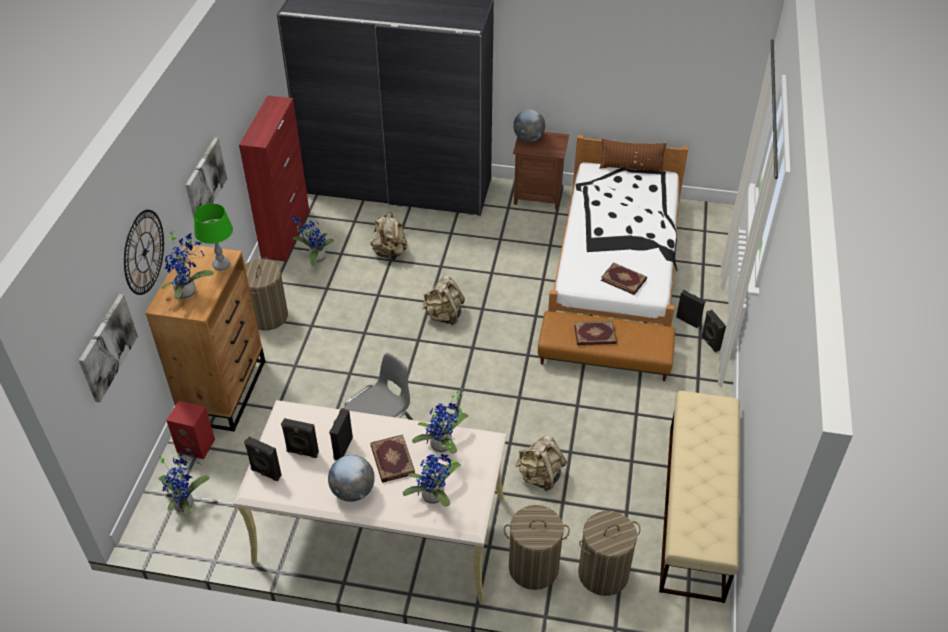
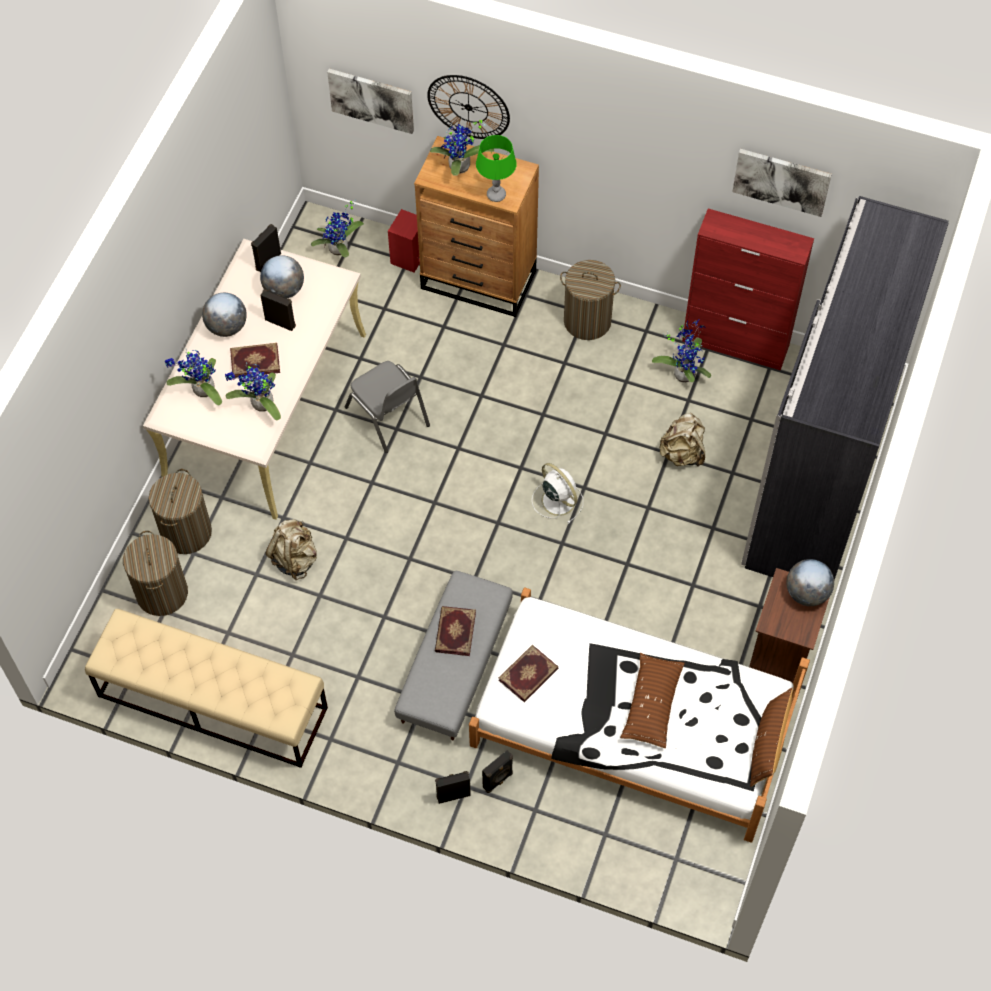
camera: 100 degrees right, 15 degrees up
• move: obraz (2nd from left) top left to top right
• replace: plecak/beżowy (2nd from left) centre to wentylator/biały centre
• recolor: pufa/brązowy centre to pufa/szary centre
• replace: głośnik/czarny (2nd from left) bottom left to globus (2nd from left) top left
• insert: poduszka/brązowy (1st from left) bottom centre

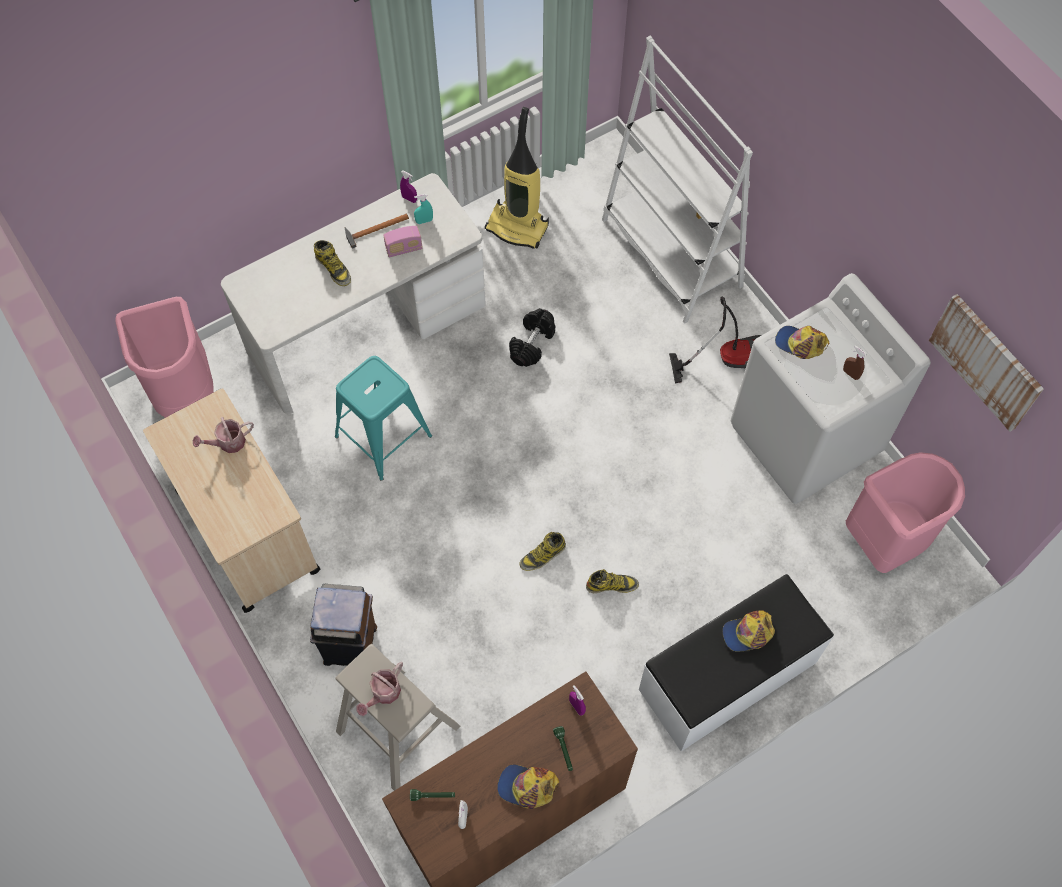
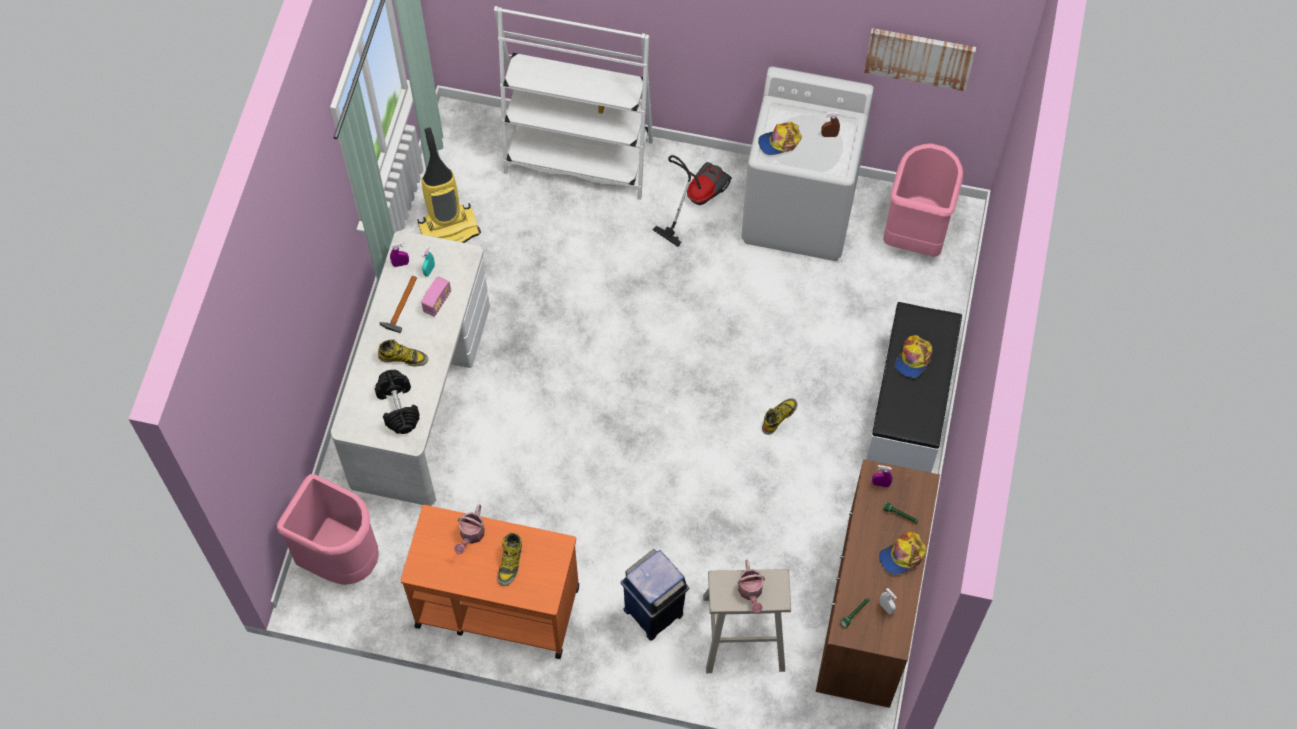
camera: 45 degrees left, 0 degrees up
• move: hantel/czarny centre to middle left
• delete: stołek/turkusowy centre
• recolor: wózek/beżowy middle left to wózek/pomarańczowy bottom centre
• move: but z cholewką (2nd from left) centre to bottom centre
• recolor: kosz na śmieci/brązowy bottom left to kosz na śmieci/niebieski bottom centre

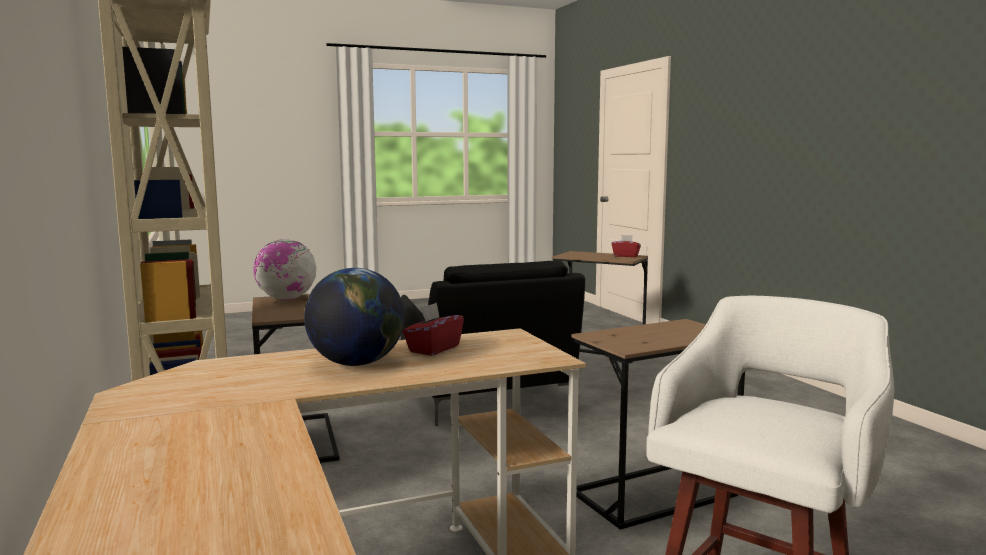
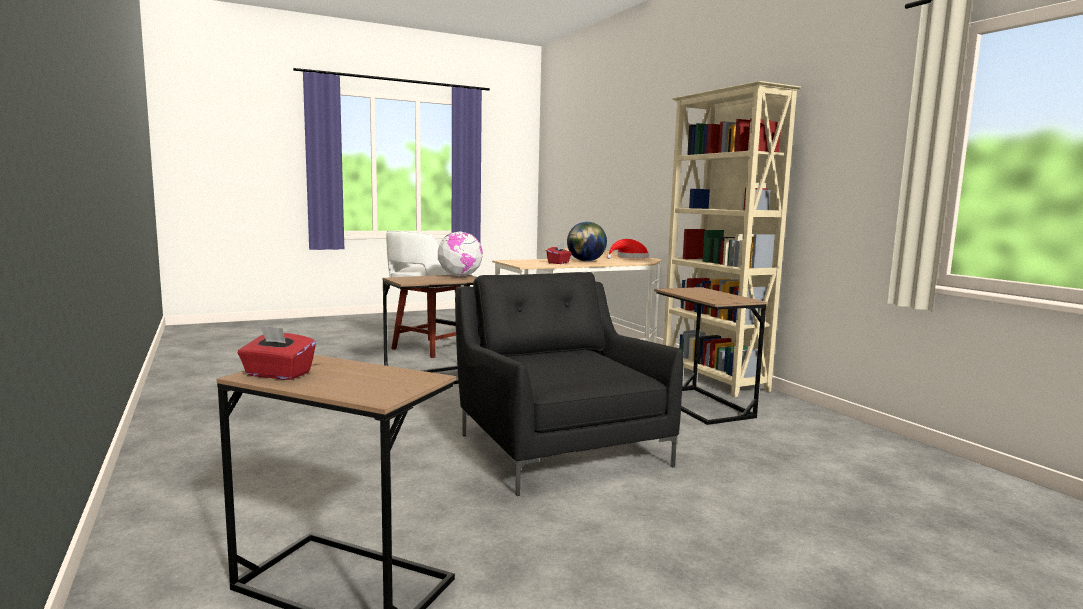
camera: 175 degrees right, 0 degrees up
• move: globus (1st from left) middle left to centre
• insert: kapelusz/czerwony centre

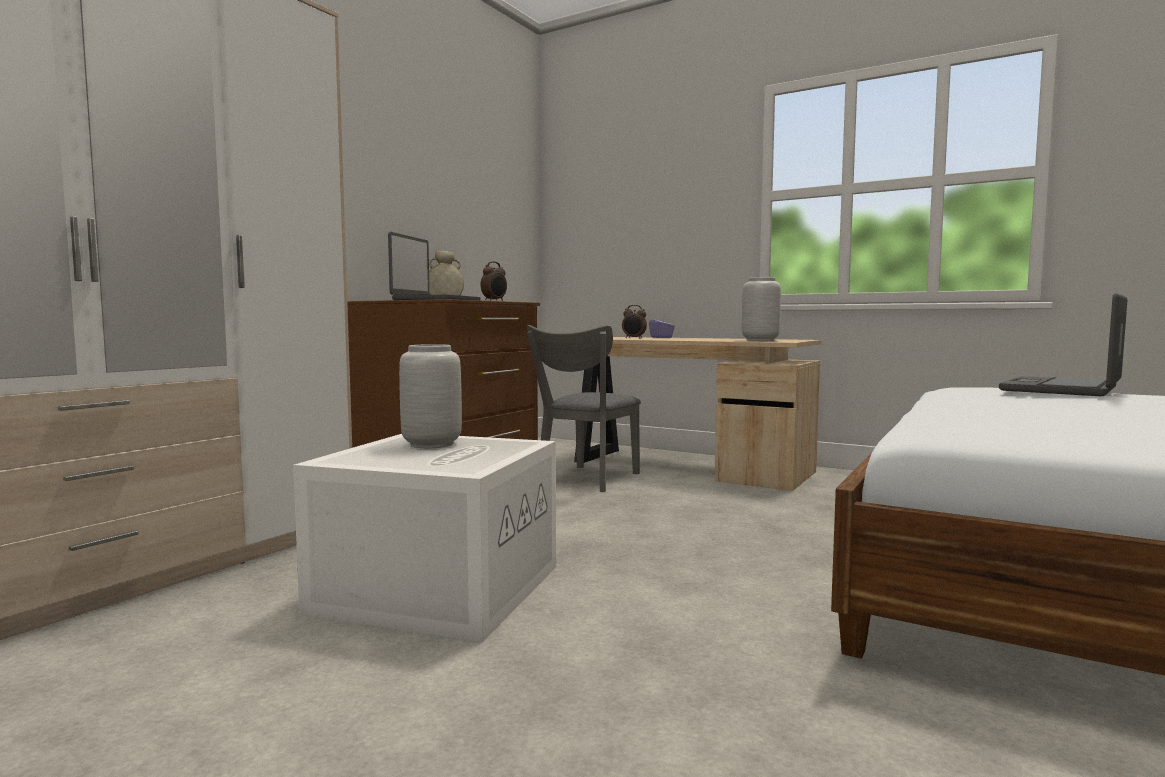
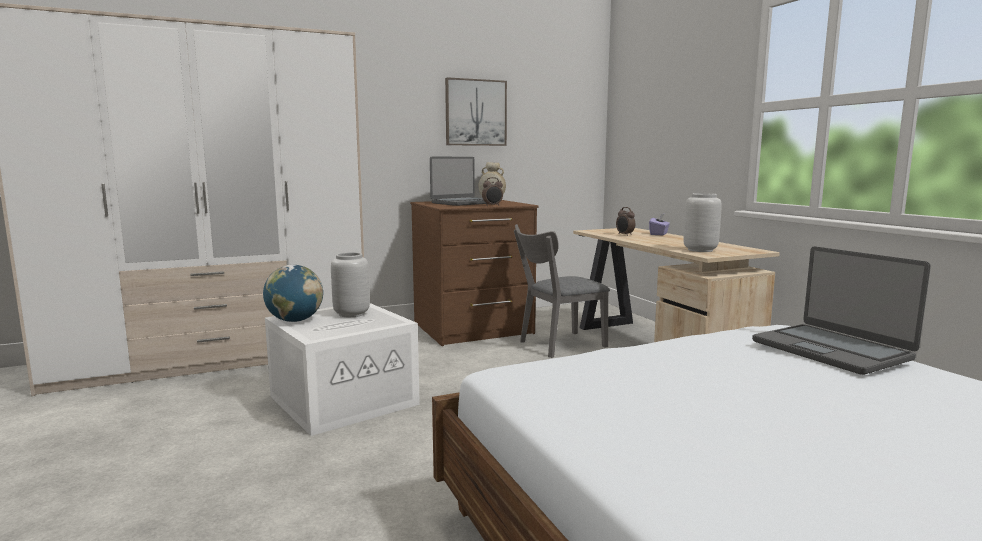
camera: 35 degrees right, 5 degrees up
• rotate: laptop (2nd from left) middle right = middle right 105 degrees counterclockwise
• insert: obraz top centre
• insert: globus middle left

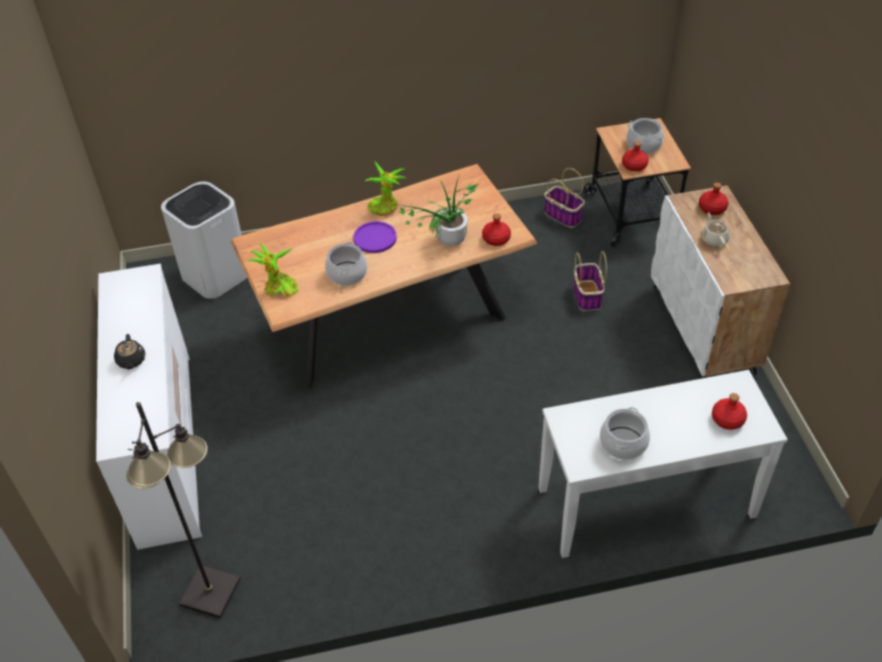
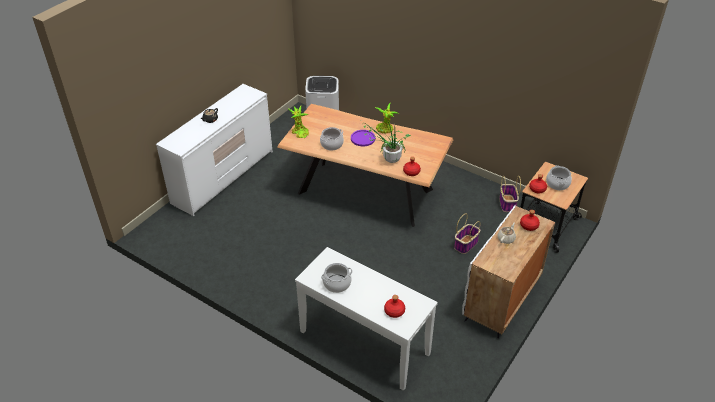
camera: 45 degrees right, 5 degrees down
• delete: lampa stojąca/czarny bottom left

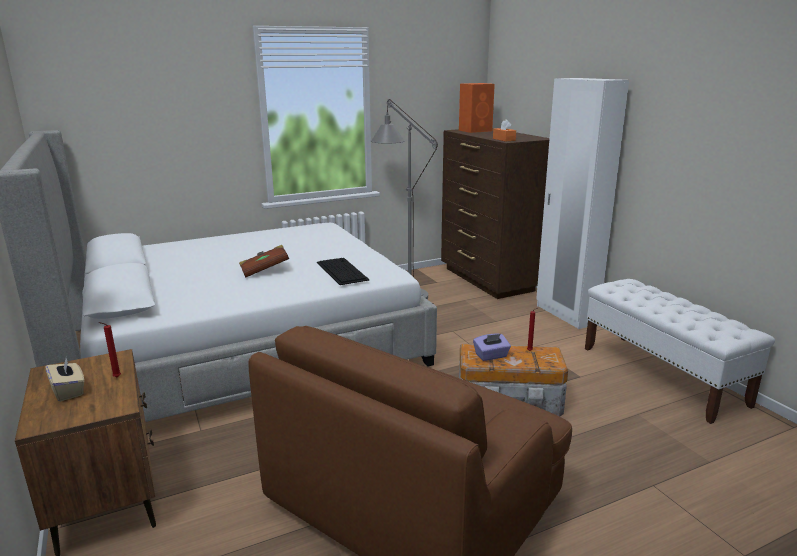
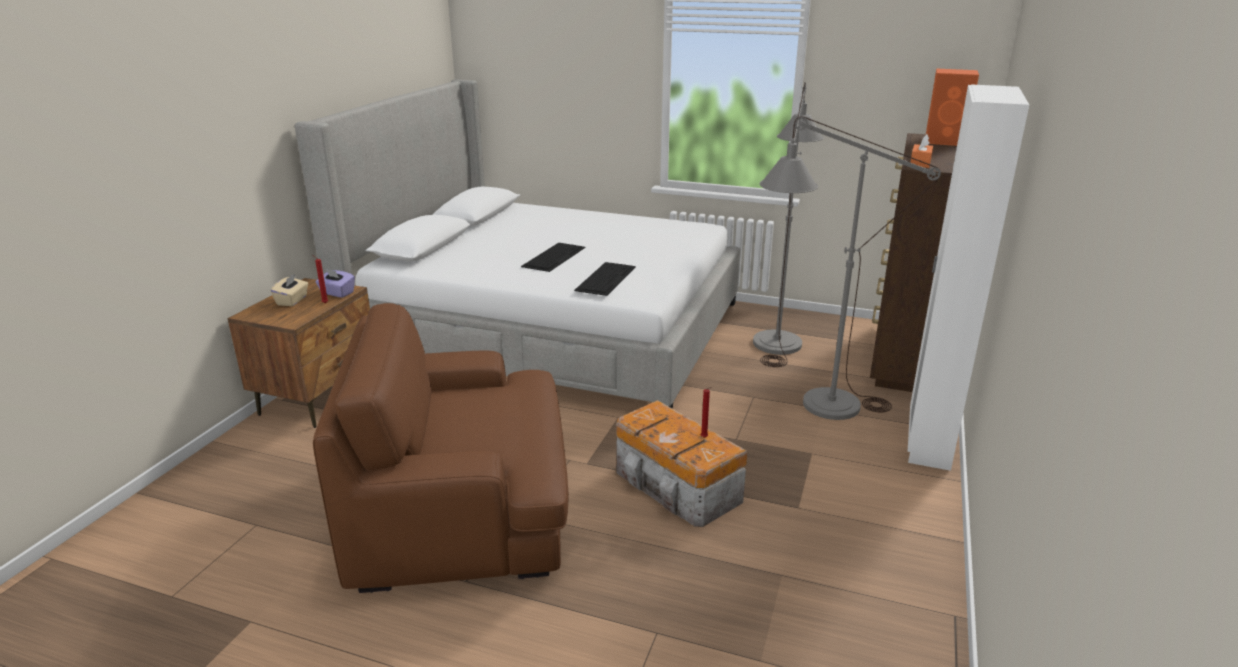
camera: 45 degrees right, 5 degrees up
• replace: książka/brązowy middle left to klawiatura (1st from left) centre
• delete: ławka/biały middle right
• move: pudełko chusteczek/fioletowy centre to middle left
• insert: lampa stojąca/szary (2nd from left) middle right

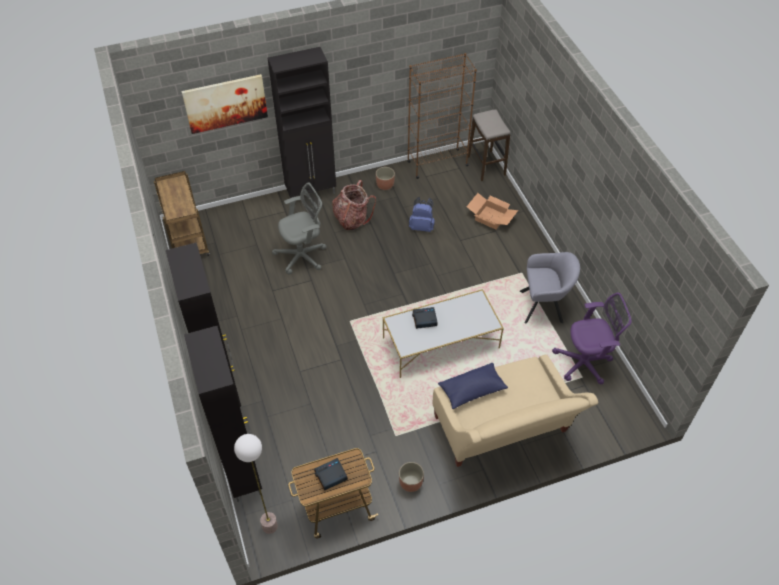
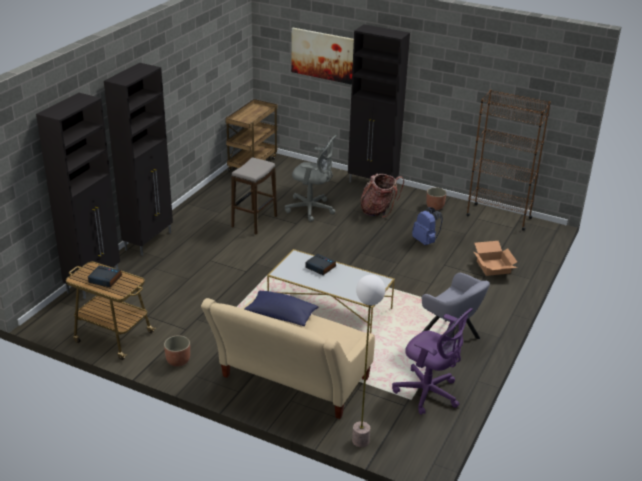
camera: 45 degrees right, 20 degrees down
• move: stołek top centre to centre
• move: lampa stojąca bottom left to bottom centre

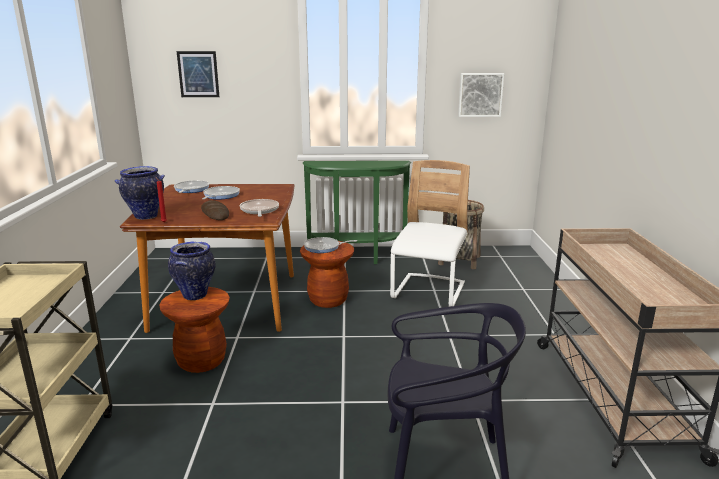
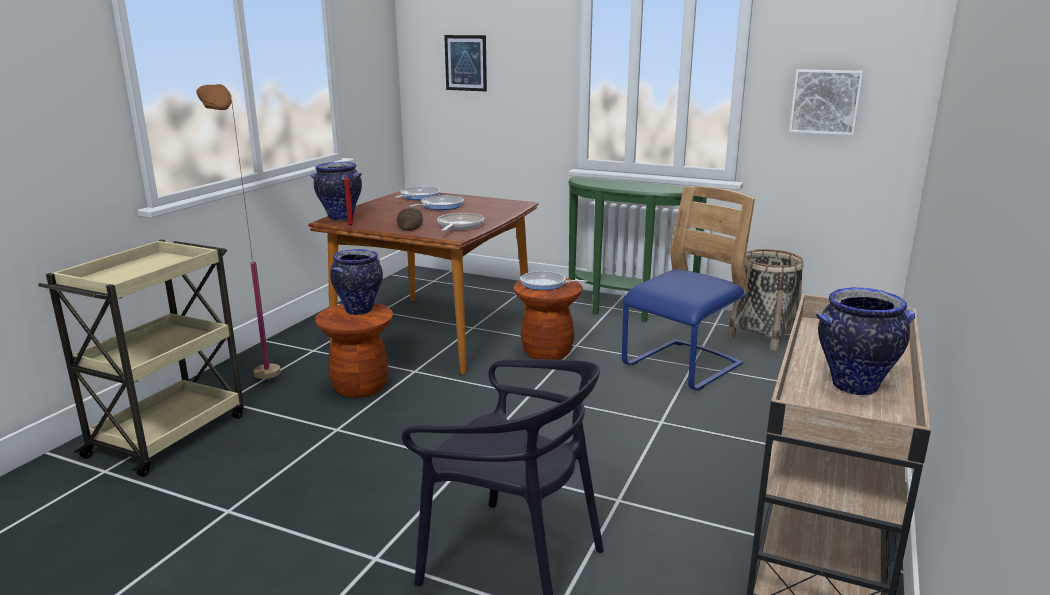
camera: 25 degrees right, 0 degrees up
• recolor: krzesło/biały centre to krzesło/niebieski centre
• insert: lampa stojąca/brązowy middle left
• insert: wazon (3rd from left) middle right

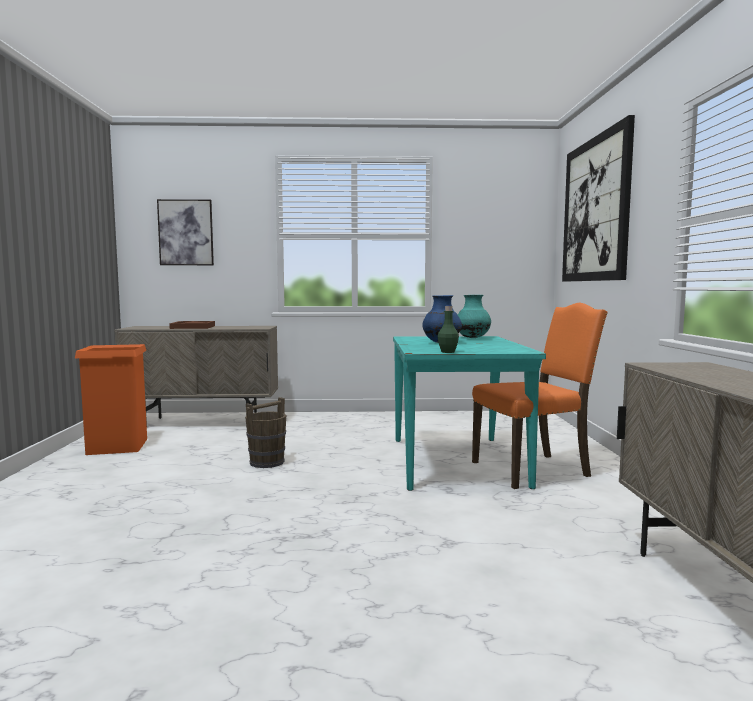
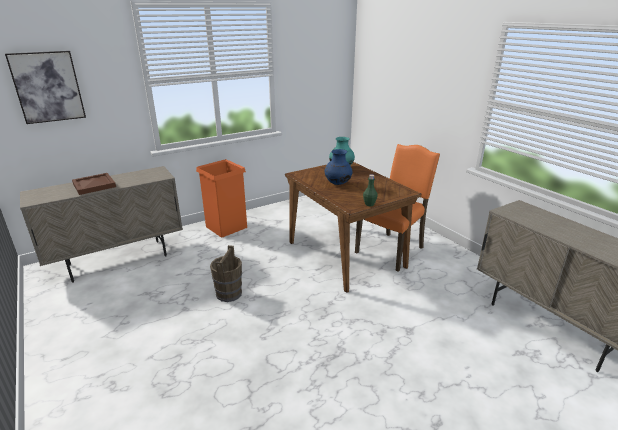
camera: 30 degrees left, 20 degrees up
• delete: obraz (2nd from left) top right
• recolor: stół jadalny/turkusowy centre to stół jadalny/brązowy centre
• move: kosz na śmieci/pomarańczowy middle left to centre

